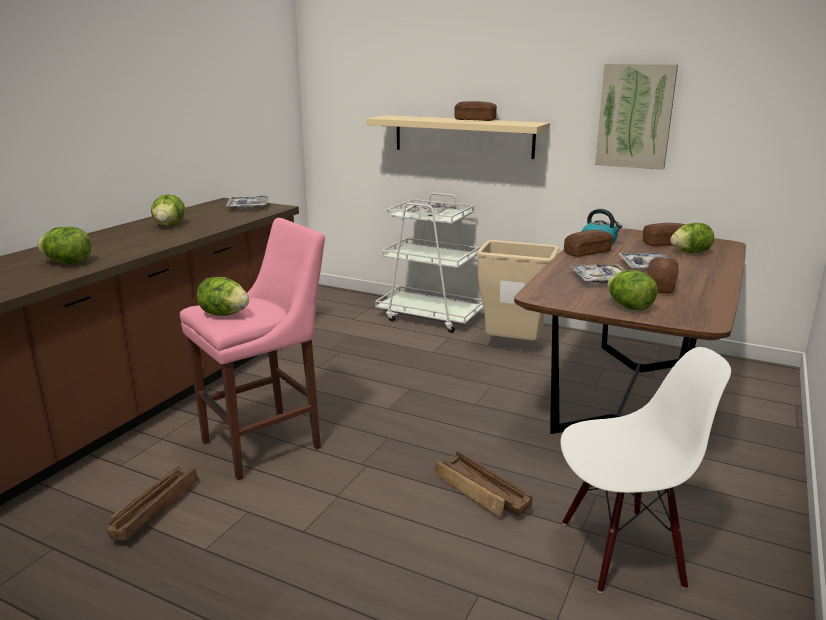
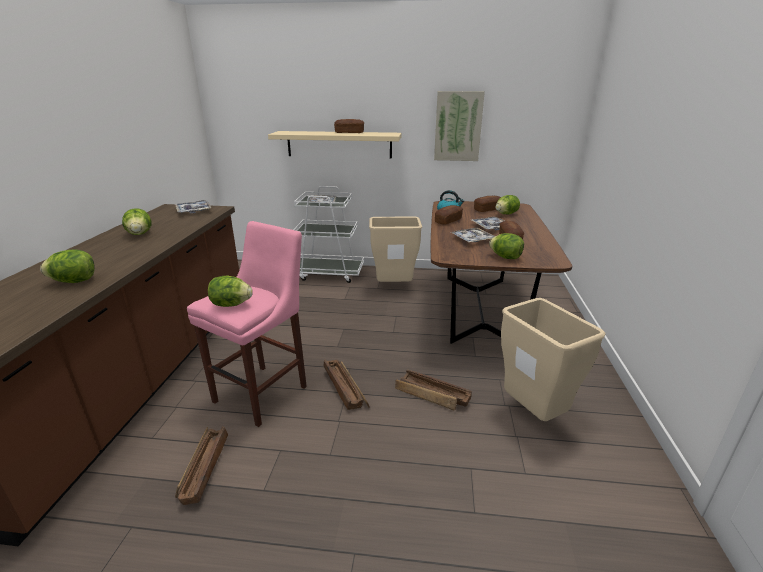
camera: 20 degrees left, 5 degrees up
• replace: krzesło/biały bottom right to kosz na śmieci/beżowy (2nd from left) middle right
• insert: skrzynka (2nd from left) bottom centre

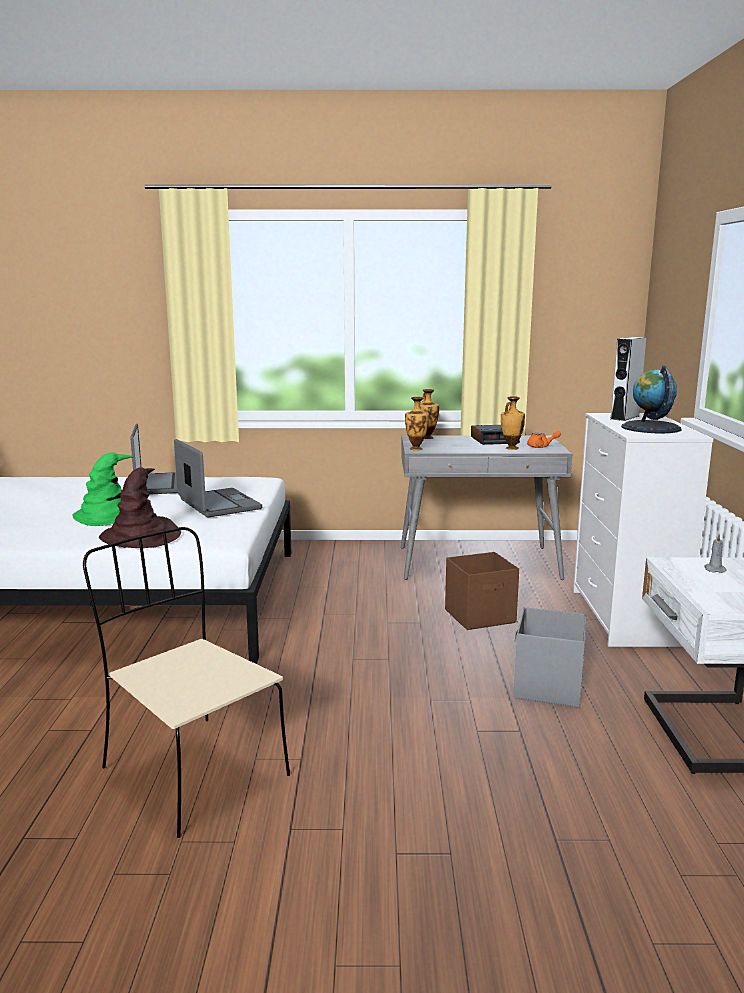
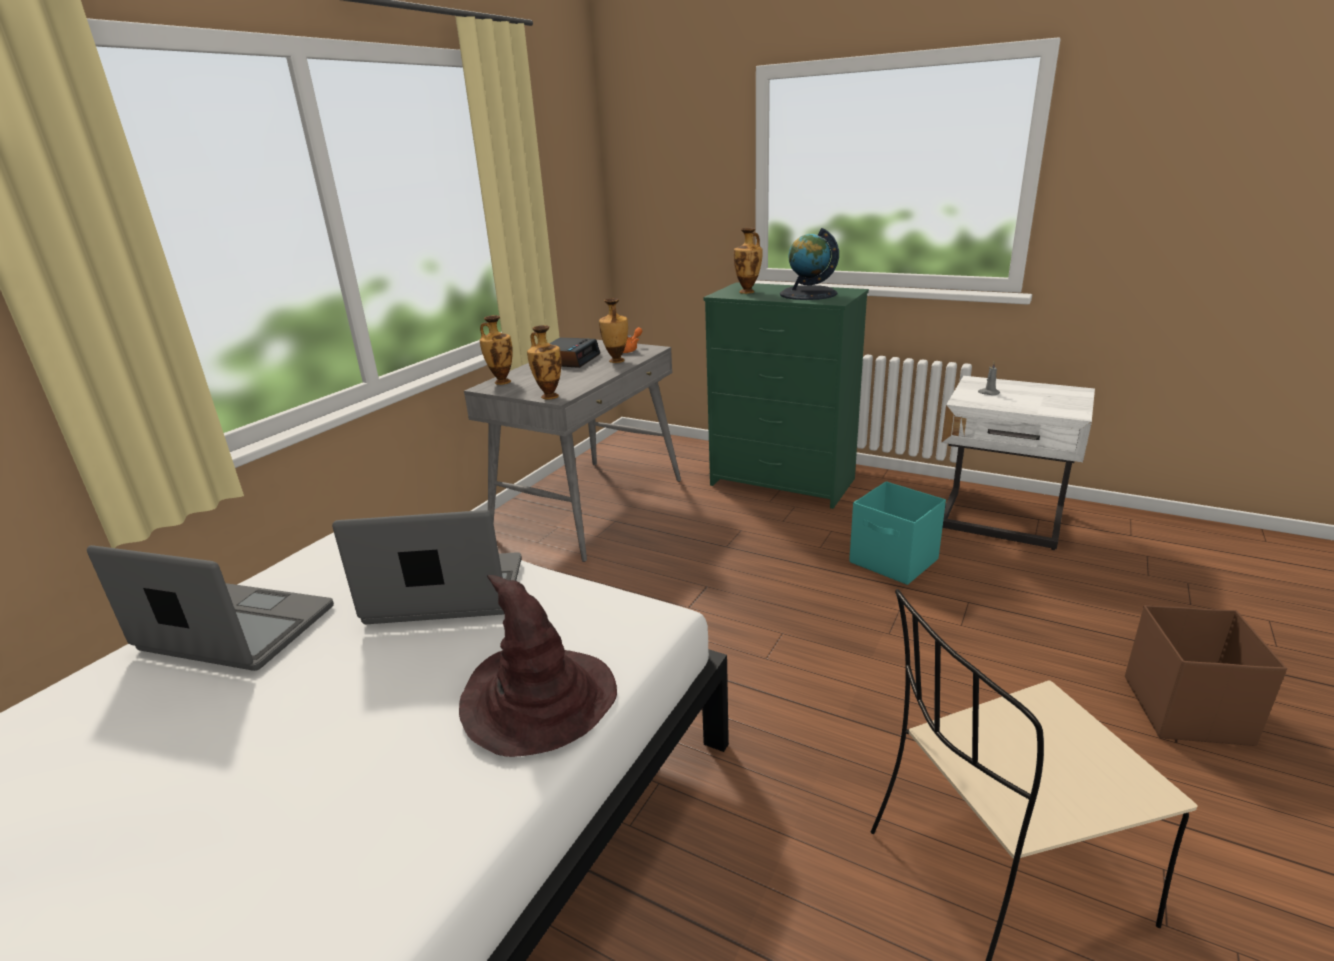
camera: 60 degrees left, 10 degrees up
• replace: głośnik/szary middle right to wazon (4th from left) top centre
• recolor: komoda/biały middle right to komoda/zielony centre
• delete: kapelusz/zielony middle left
• move: pojemnik do przechowywania/brązowy centre to bottom right
• recolor: pojemnik do przechowywania/szary middle right to pojemnik do przechowywania/turkusowy middle right

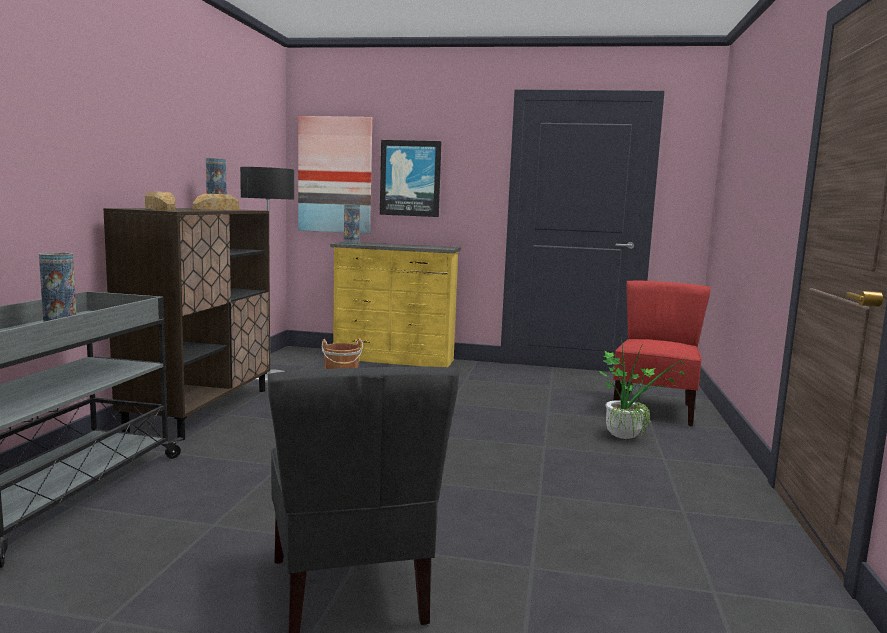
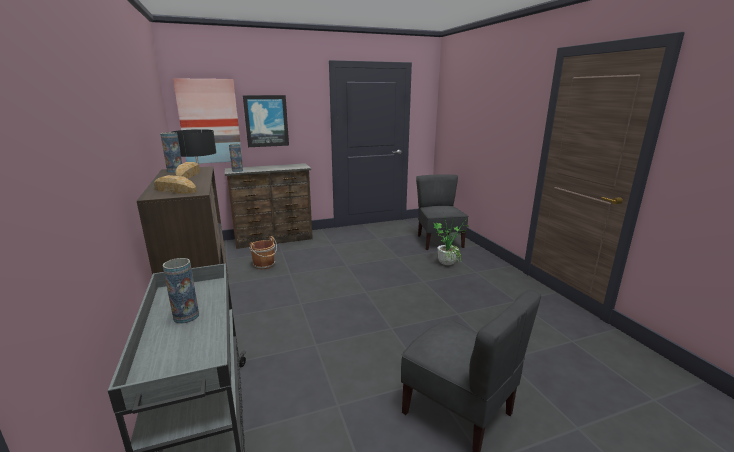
camera: 30 degrees left, 10 degrees up
• recolor: komoda/żółty centre to komoda/brązowy centre
• recolor: krzesło/czerwony middle right to krzesło/szary (1st from left) centre

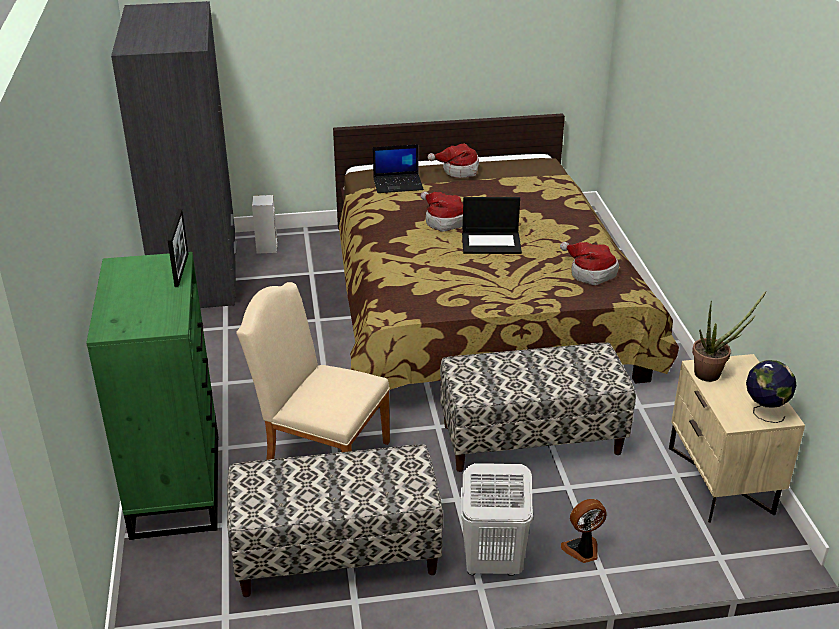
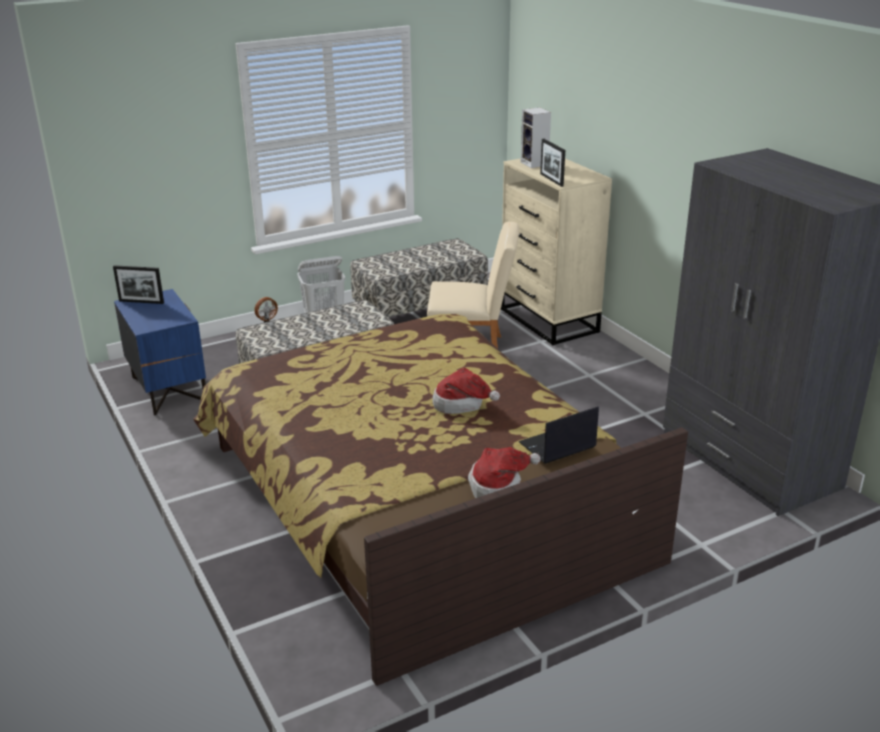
camera: 160 degrees right, 5 degrees down
• move: głośnik middle left to top centre
• delete: laptop (2nd from left) centre
• delete: kapelusz (3rd from left) middle right
• recolor: komoda/zielony middle left to komoda/beżowy centre
• delete: roślina doniczkowa middle right
• recolor: szafka nocna/beżowy bottom right to szafka nocna/niebieski middle left
• replace: globus middle right to ramka na zdjęcie (1st from left) middle left

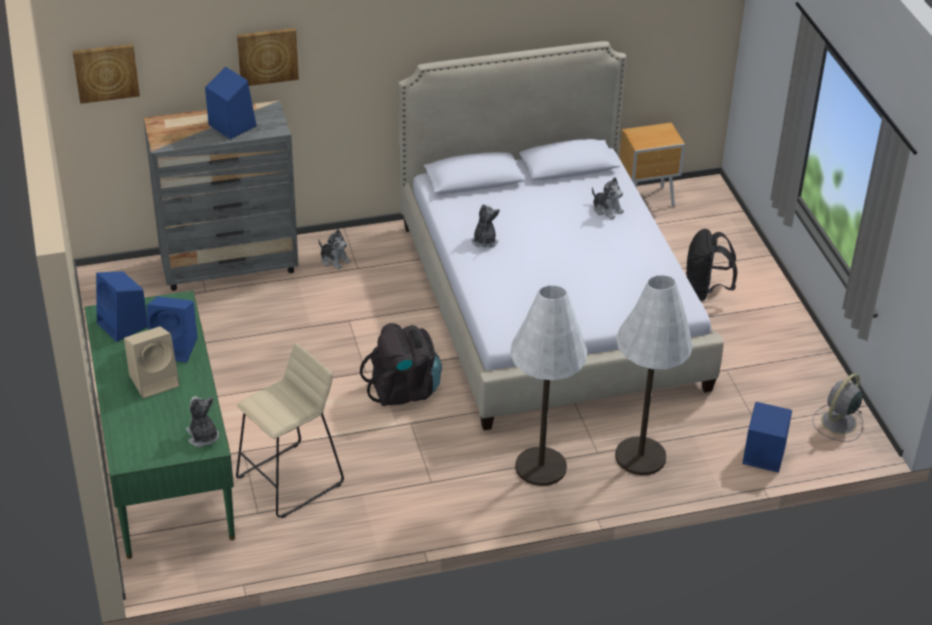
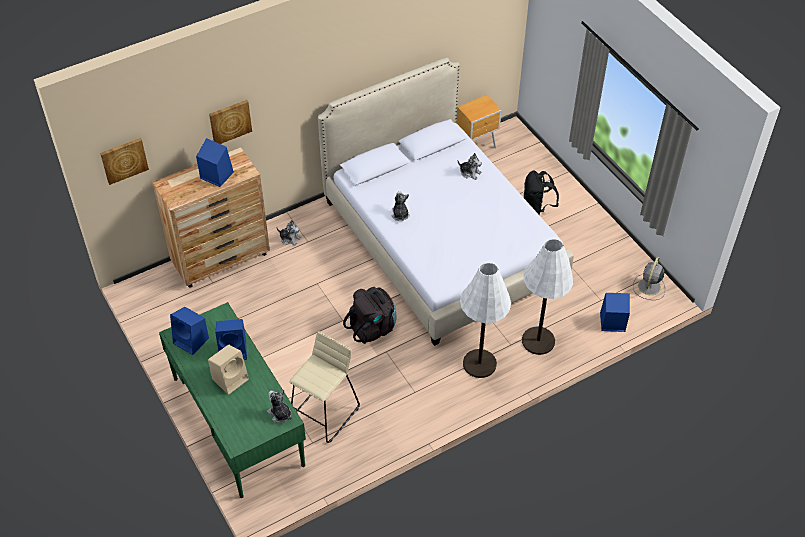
camera: 15 degrees left, 10 degrees up
• recolor: komoda/szary top left to komoda/brązowy middle left

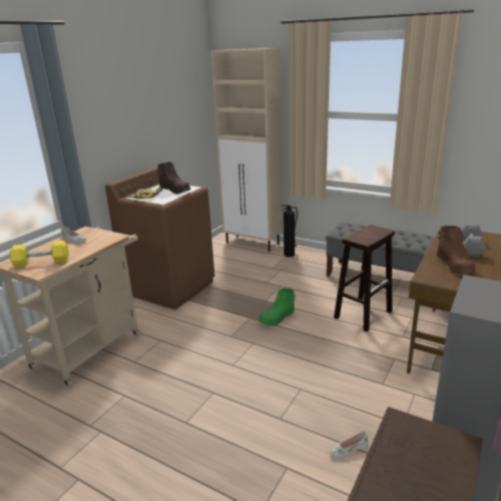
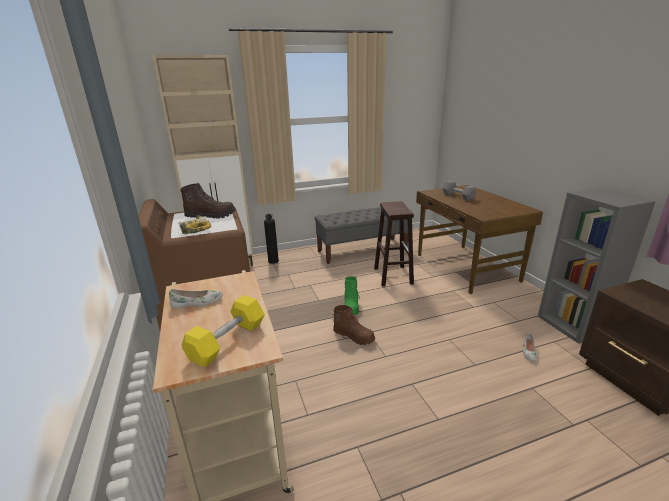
camera: 50 degrees left, 0 degrees up
• move: but z cholewką/brązowy (2nd from left) middle right to centre

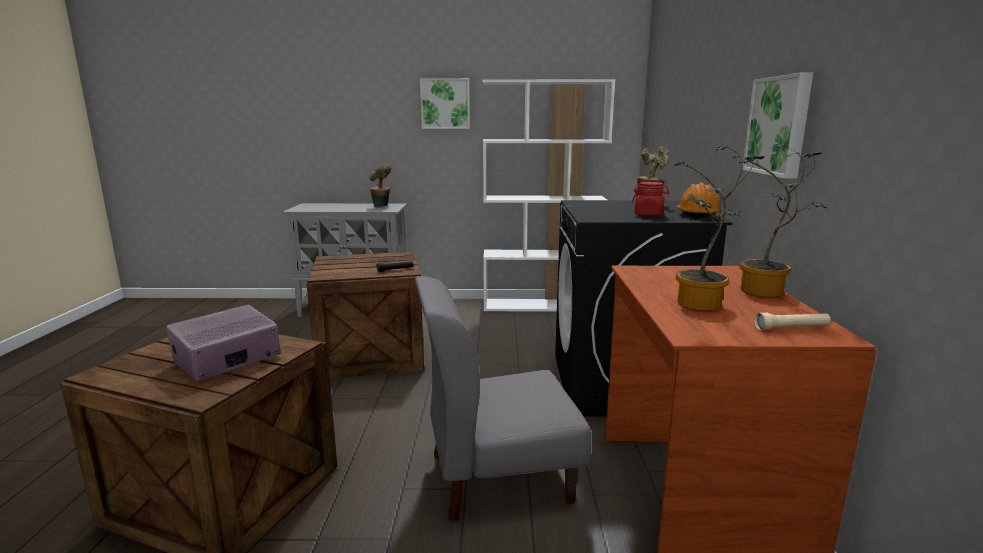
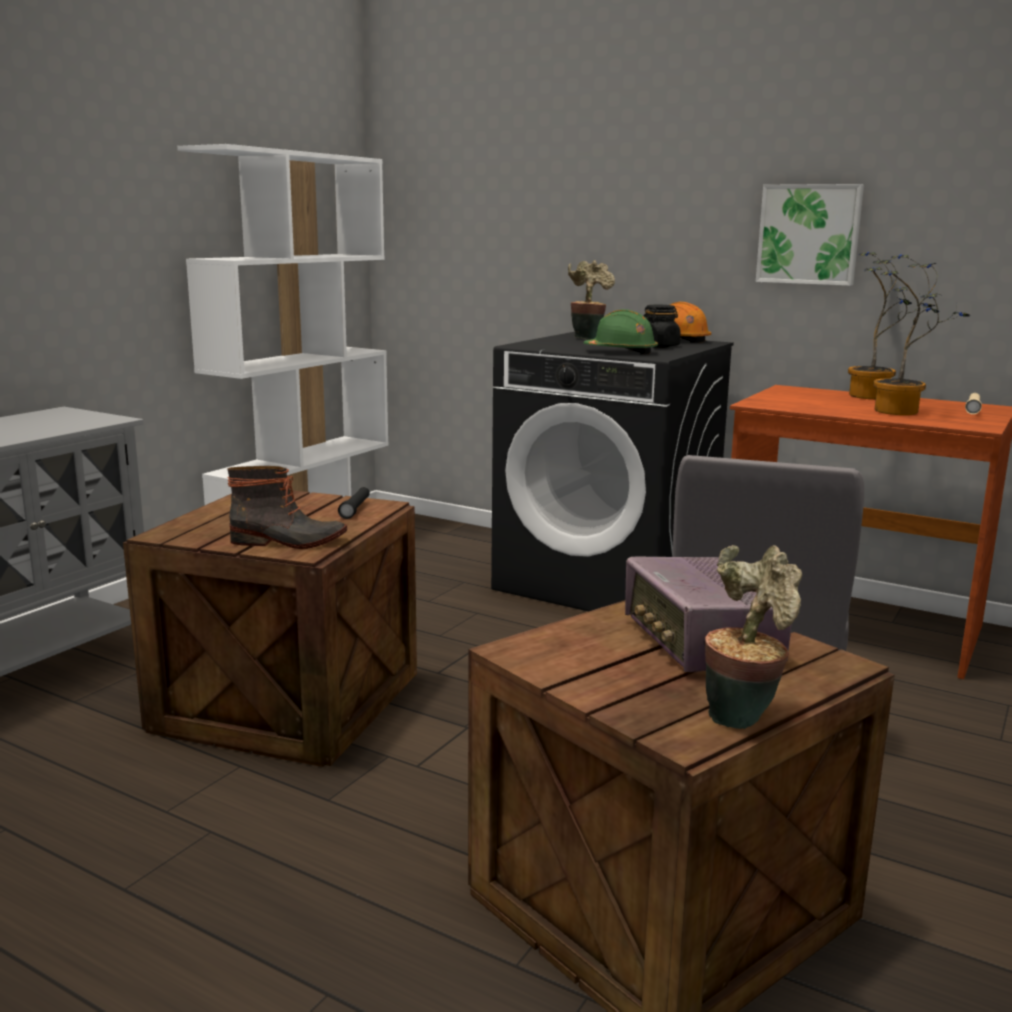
camera: 60 degrees left, 0 degrees up
• delete: obraz (1st from left) top centre
• move: roślina doniczkowa (1st from left in the first image) centre to roślina doniczkowa (2nd from left) middle right
• recolor: słoik/czerwony centre to słoik/czarny top centre
• insert: kask/zielony top centre
• insert: but z cholewką middle left

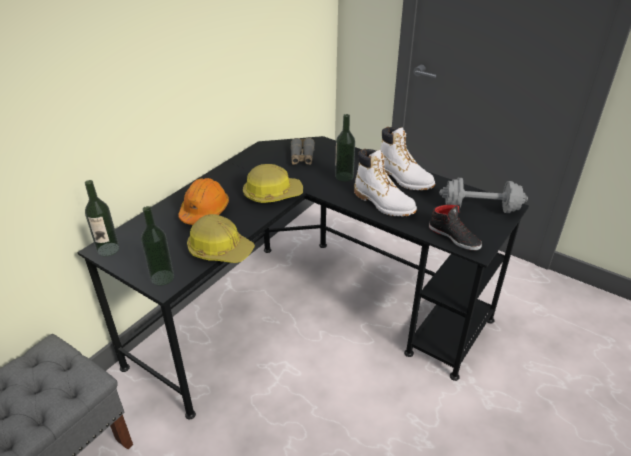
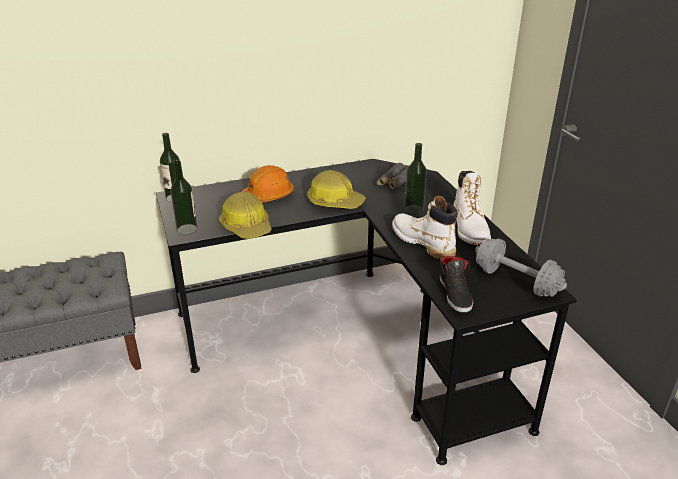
camera: 35 degrees right, 5 degrees down
• rotate: but z cholewką/biały (1st from left) centre = centre 150 degrees clockwise

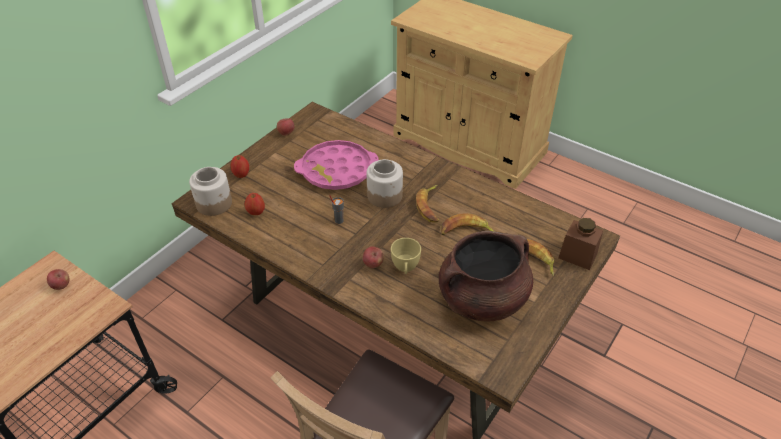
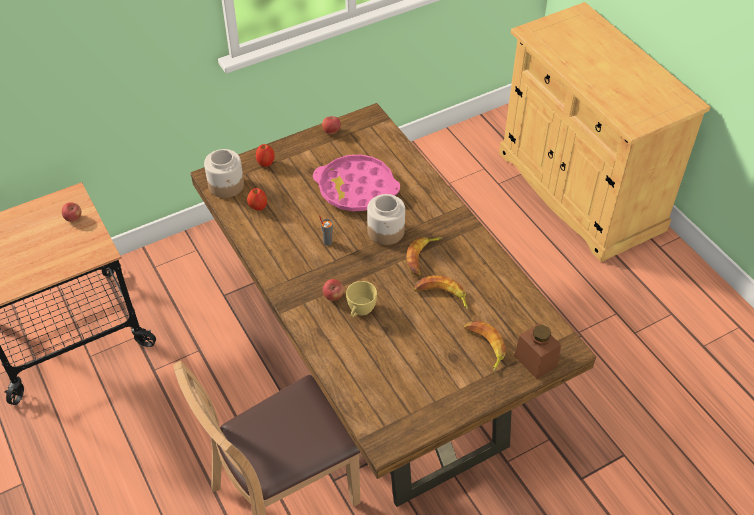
camera: 25 degrees right, 5 degrees up
• delete: garnek/brązowy centre

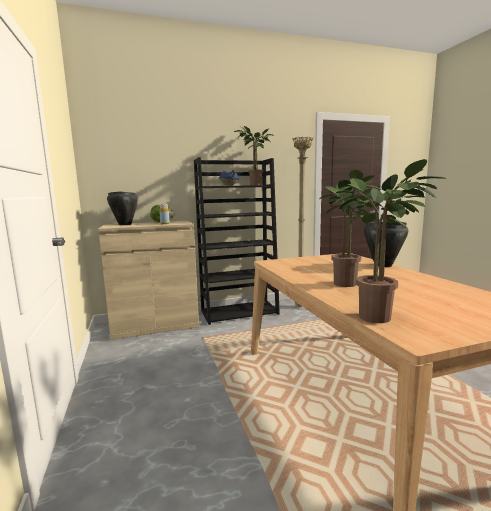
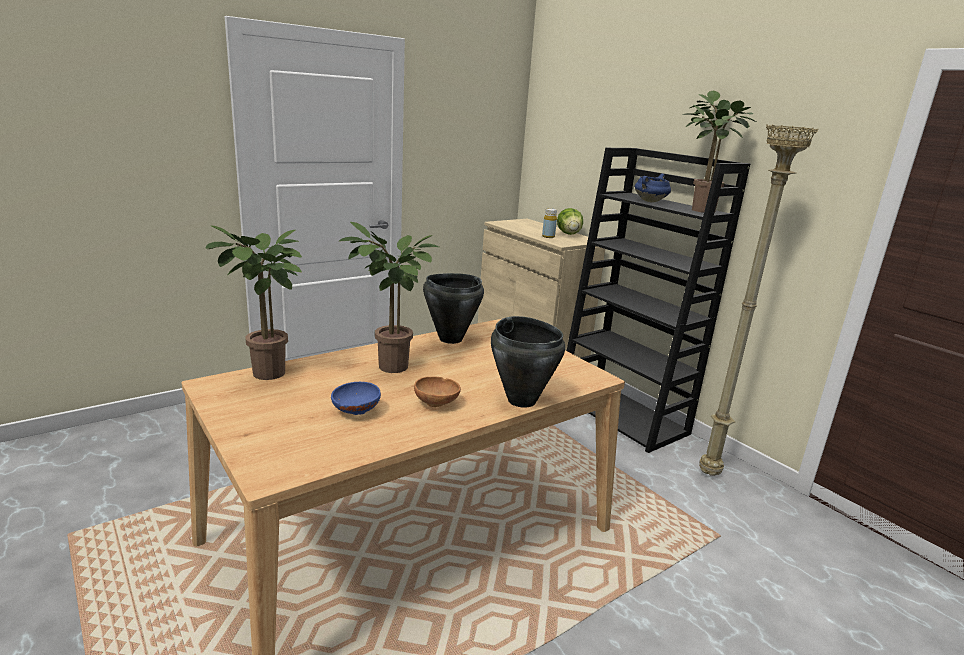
camera: 70 degrees right, 10 degrees up
• move: garnek/czarny (1st from left) middle left to centre
• insert: miska/brązowy centre
• insert: miska/niebieski centre

